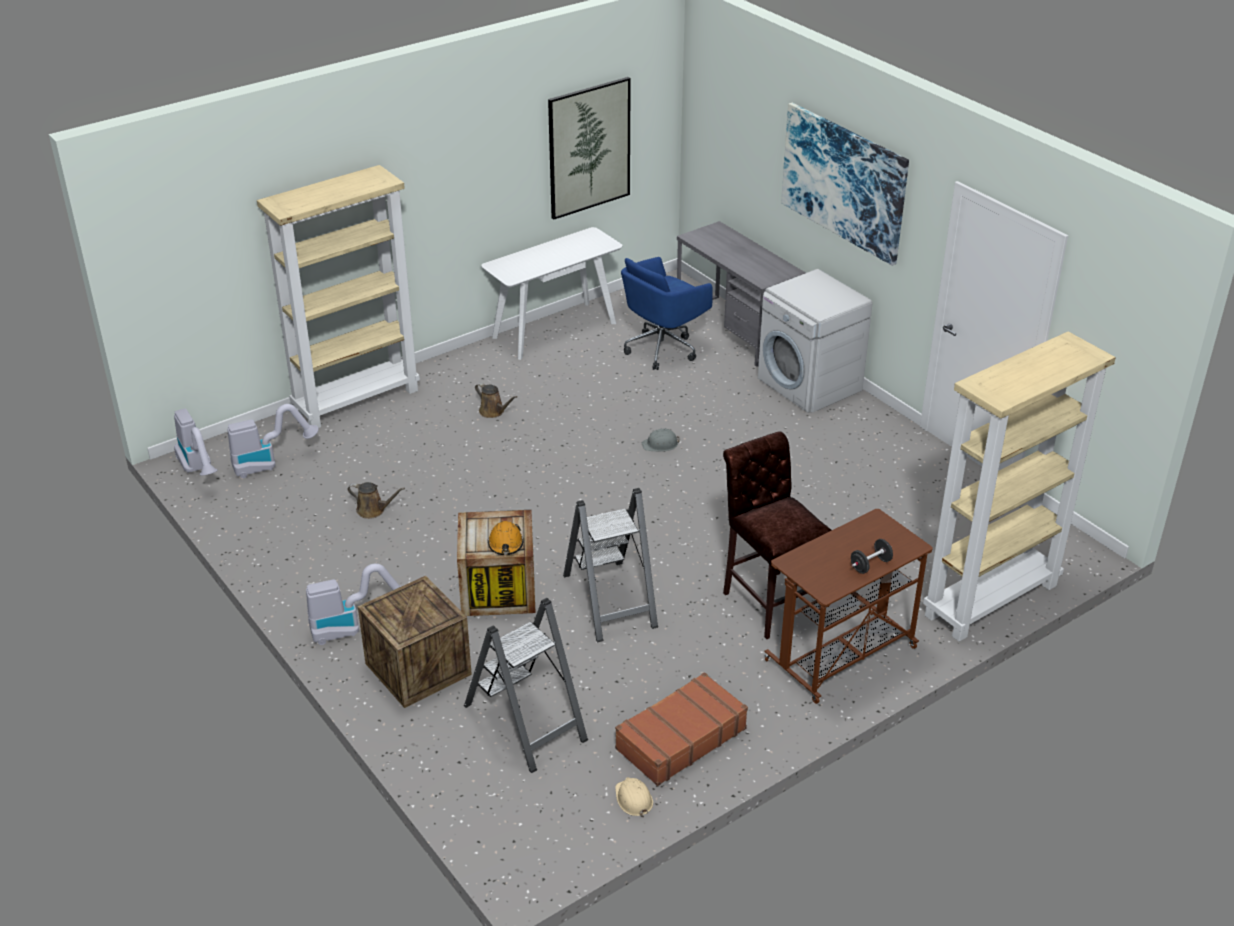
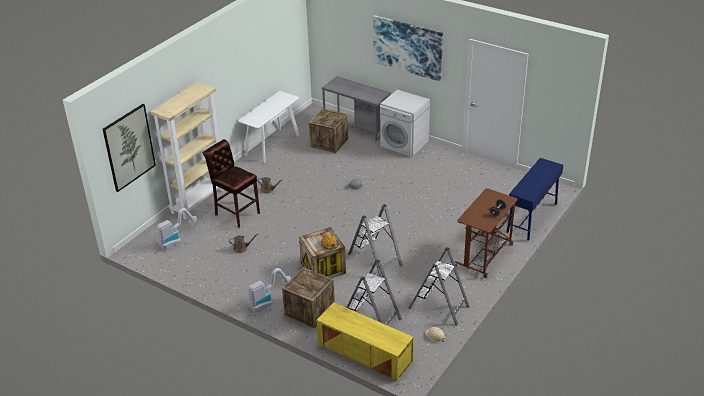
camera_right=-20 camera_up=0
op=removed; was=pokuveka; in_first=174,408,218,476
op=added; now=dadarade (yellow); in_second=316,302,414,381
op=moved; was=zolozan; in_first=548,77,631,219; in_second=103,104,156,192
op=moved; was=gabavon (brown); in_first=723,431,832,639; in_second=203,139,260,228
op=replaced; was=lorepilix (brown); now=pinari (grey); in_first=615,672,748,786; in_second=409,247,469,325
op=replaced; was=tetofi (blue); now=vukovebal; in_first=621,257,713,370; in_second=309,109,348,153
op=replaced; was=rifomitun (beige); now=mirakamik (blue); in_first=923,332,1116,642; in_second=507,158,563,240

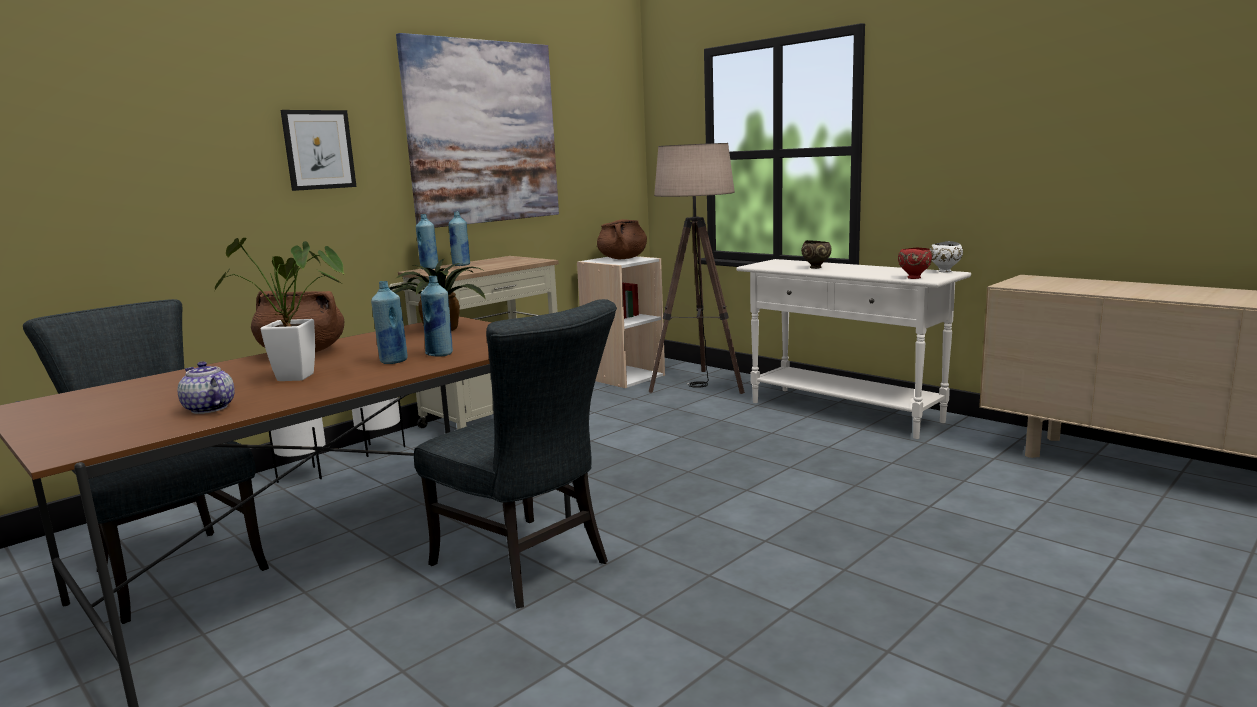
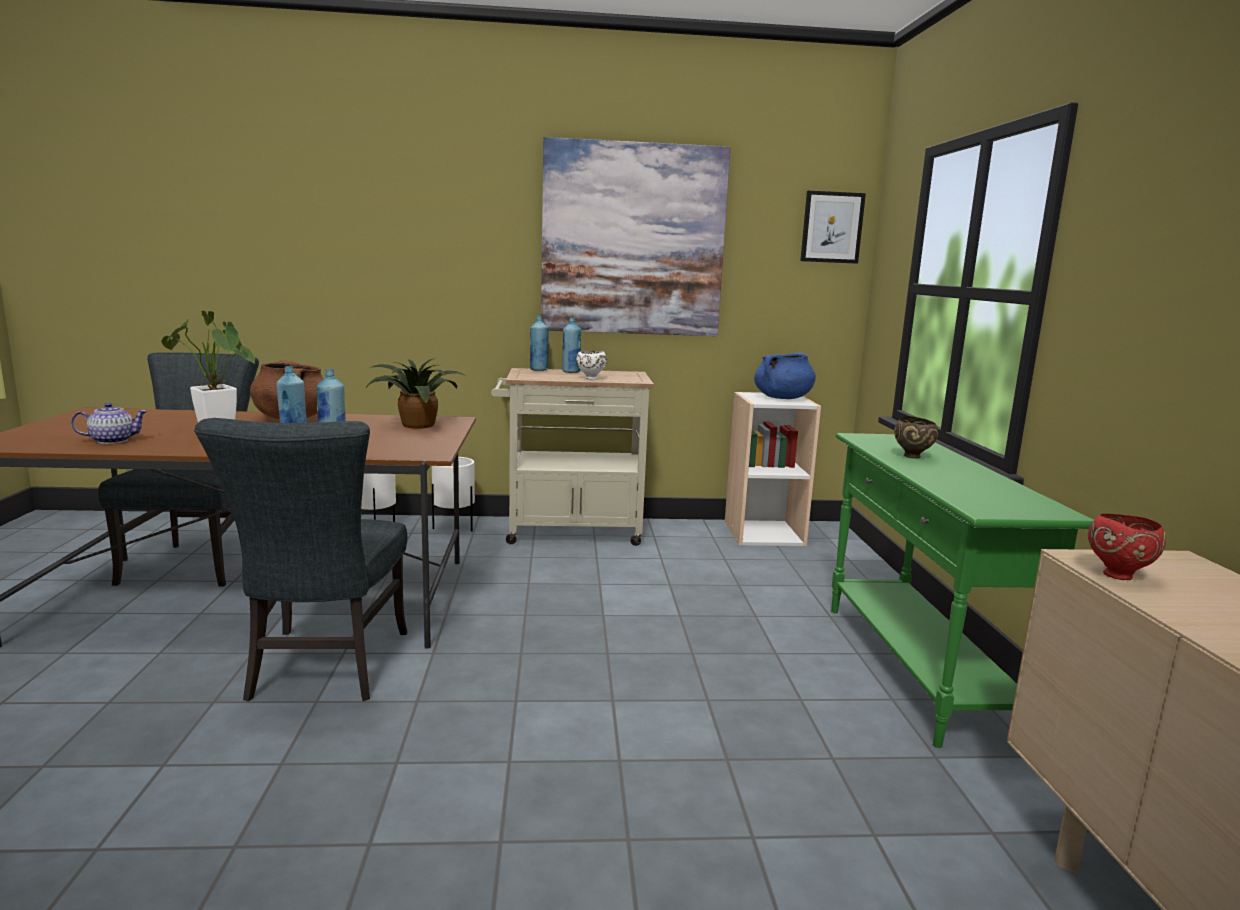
camera_right=40 camera_up=0
op=removed; was=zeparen; in_first=649,143,745,394
op=moved; was=zolozan; in_first=280,110,357,191; in_second=800,191,866,264
op=moved; was=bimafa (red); in_first=898,248,932,279; in_second=1088,514,1166,580
op=moved; was=bimafa (white); in_first=930,241,963,272; in_second=576,350,607,380
op=recoloured; was=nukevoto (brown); now=nukevoto (blue); in_first=597,219,647,259; in_second=754,353,816,399
op=recoloured; was=mirakamik (white); now=mirakamik (green); in_first=736,259,971,439; in_second=831,433,1093,748
op=turned; was=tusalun; in_first=177,361,235,414; in_second=71,403,148,444; clockwise=75

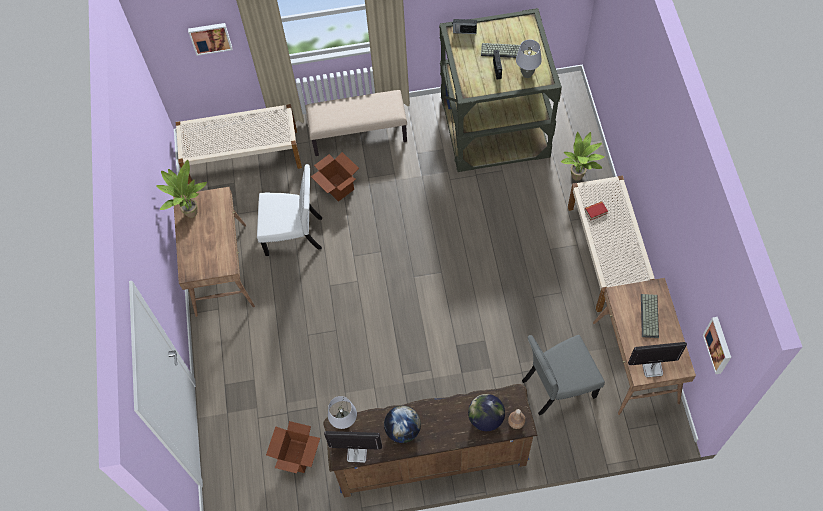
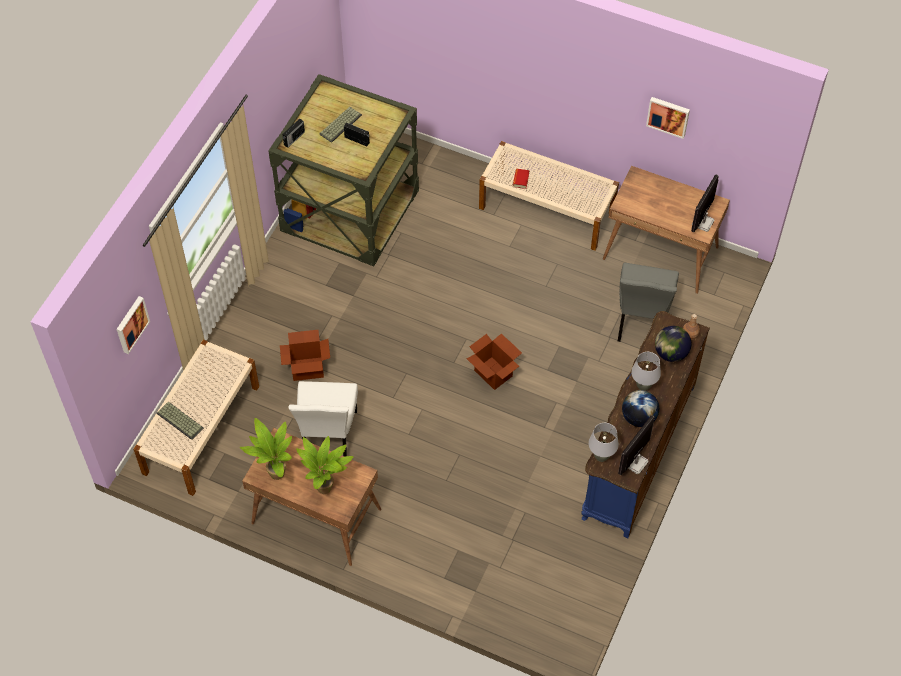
camera_right=-60 camera_up=-5
op=removed; was=dadarade (beige); in_first=305,90,407,156
op=moved; was=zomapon; in_first=266,421,320,473; in_second=467,334,522,390
op=moved; was=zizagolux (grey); in_first=516,39,542,78; in_second=631,352,661,391
op=moved; was=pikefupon; in_first=561,132,605,181; in_second=296,436,354,494
op=moved; was=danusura; in_first=641,294,659,338; in_second=157,402,204,440
op=moved; was=zolozan; in_first=703,317,731,374; in_second=646,97,690,139
op=turned; was=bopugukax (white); in_first=257,164,322,256; in_second=288,381,358,457; clockwise=150

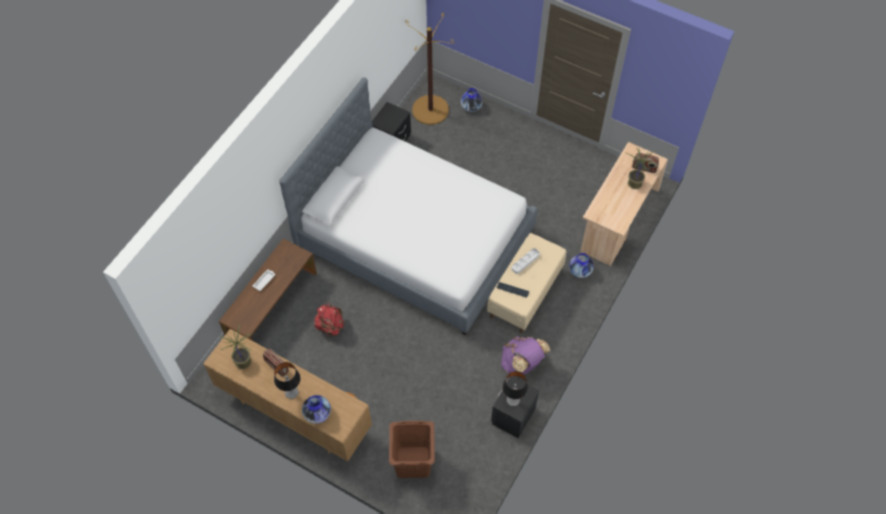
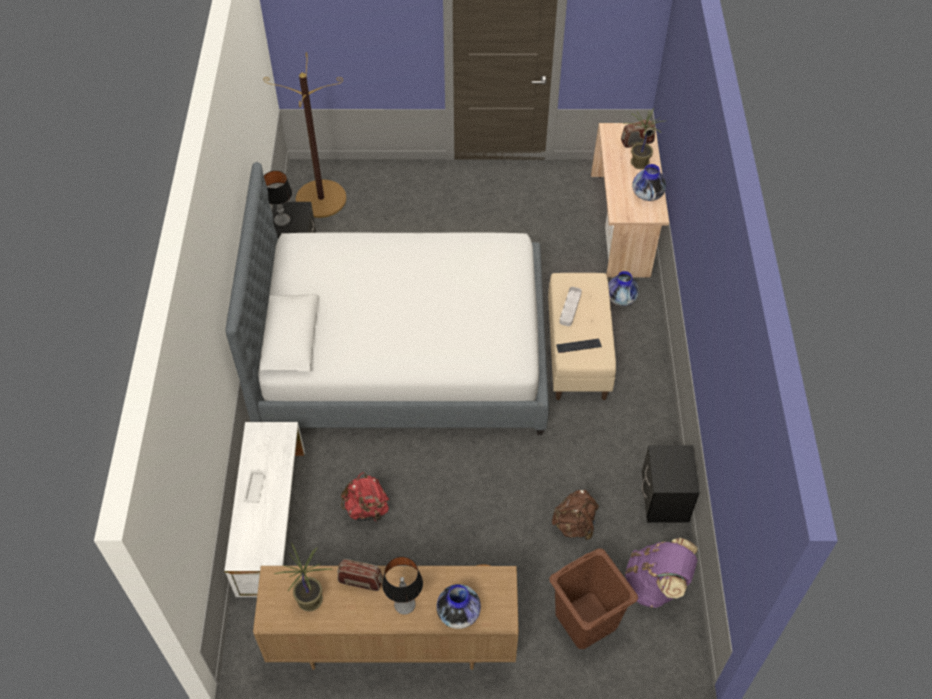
camera_right=-30 camera_up=-5
op=added; now=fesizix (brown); in_second=552,490,599,540
op=moved; was=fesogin; in_first=461,88,483,112; in_second=632,164,666,201
op=moved; was=fesizix (purple); in_first=501,336,551,374; in_second=625,537,698,608
op=moved; was=zizagolux; in_first=502,371,528,407; in_second=264,171,292,226
op=recoloured; was=dadarade (brown); now=dadarade (white); in_first=219,238,317,341; in_second=224,422,305,597

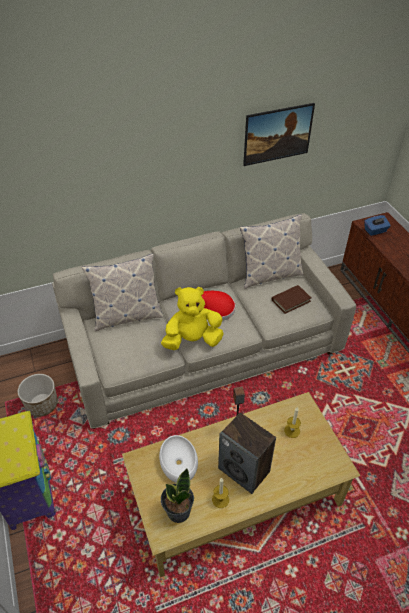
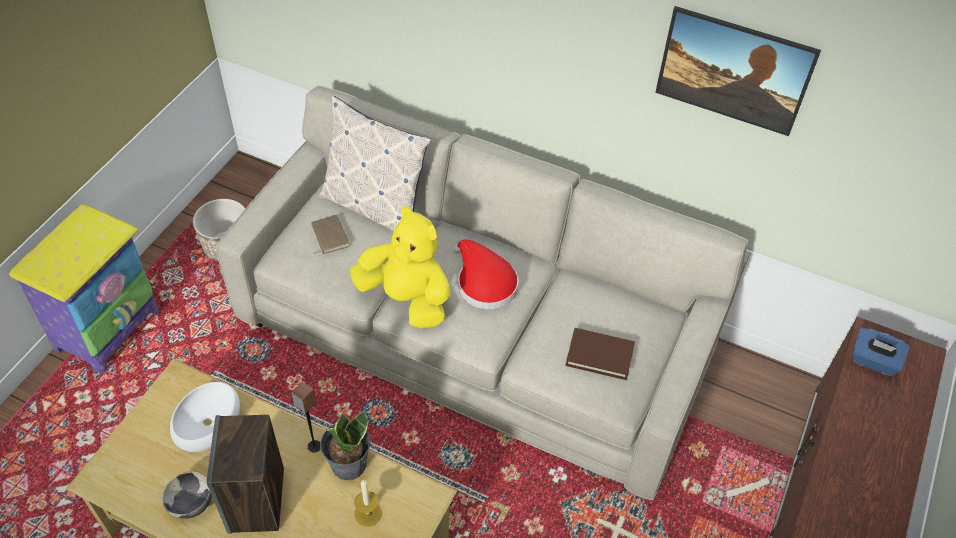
camera_right=45 camera_up=5
op=removed; was=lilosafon; in_first=240,215,304,289
op=added; now=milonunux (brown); in_second=311,215,350,254
op=moved; was=pikefupon; in_first=161,469,194,523; in_second=320,411,370,480
op=replaced; was=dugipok; now=bimafa; in_first=212,478,229,508; in_second=162,472,212,519

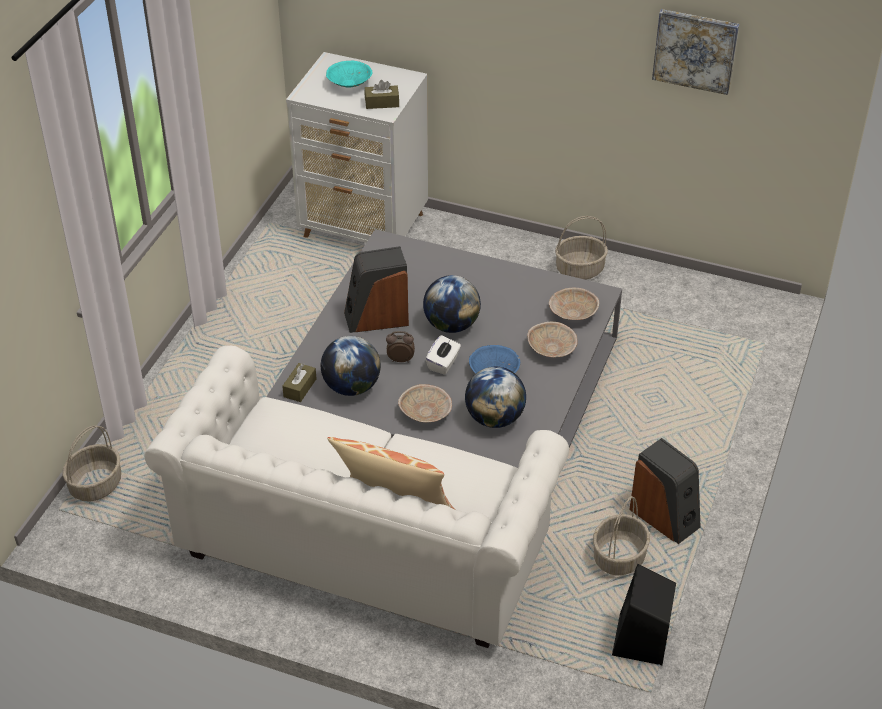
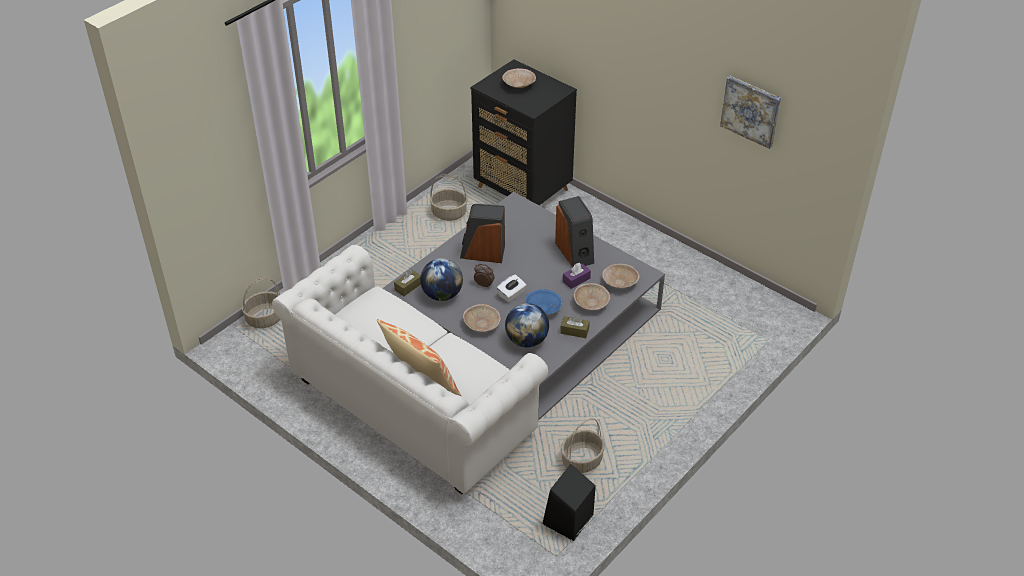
camera_right=20 camera_up=0
op=removed; was=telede; in_first=423,275,481,333
op=added; now=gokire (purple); in_second=563,263,591,289
op=moved; was=gokire (brown); in_first=365,80,399,109; in_second=560,316,590,338
op=moved; was=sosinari; in_first=555,216,608,280; in_second=430,174,468,221
op=moved; was=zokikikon; in_first=629,438,701,544; in_second=555,196,594,267
op=recoloured; was=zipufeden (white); now=zipufeden (black); in_first=286,52,428,243; in_second=471,59,577,205
op=recoloured; was=bimafa (turquoise); now=bimafa (beige); in_first=326,61,373,88; in_second=502,68,536,88

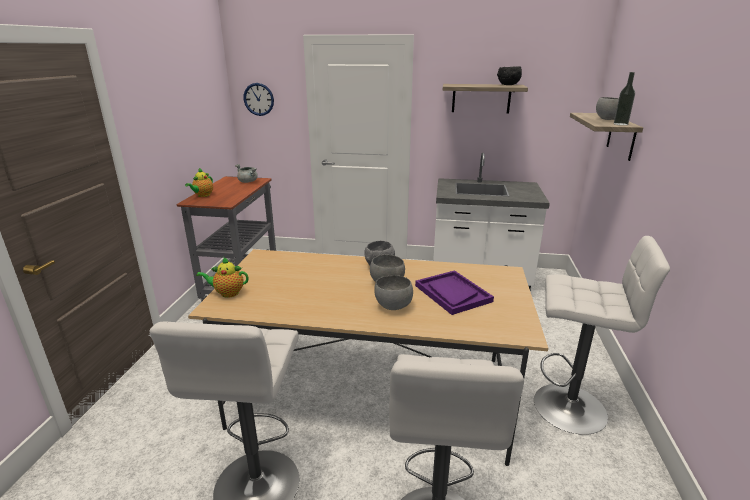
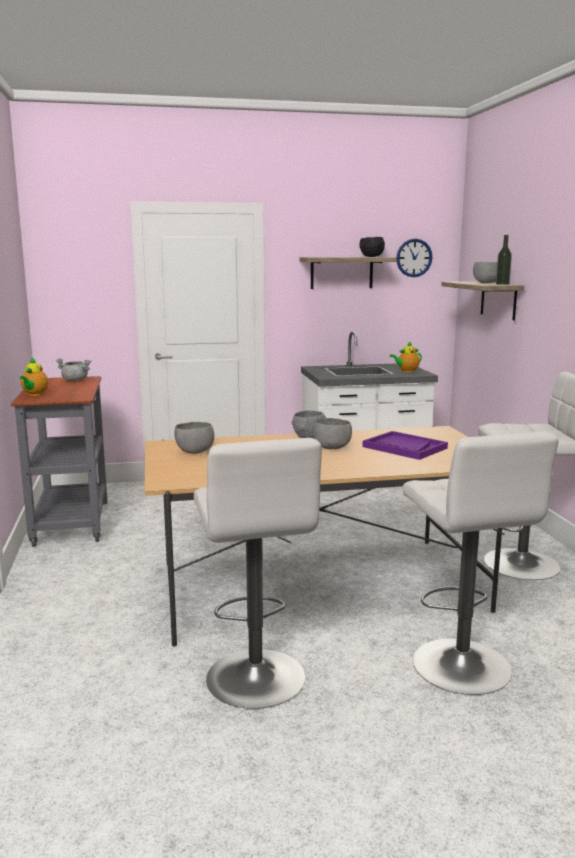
camera_right=-20 camera_up=-10
op=moved; was=tusalun; in_first=196,257,248,298; in_second=390,342,422,372
op=moved; was=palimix; in_first=244,83,274,116; in_second=396,239,432,277
op=moved; was=bimafa (grey); in_first=374,275,413,310; in_second=174,422,214,454

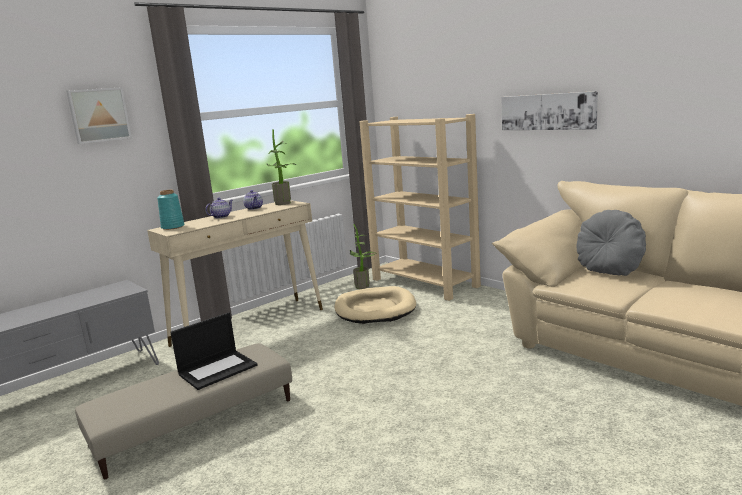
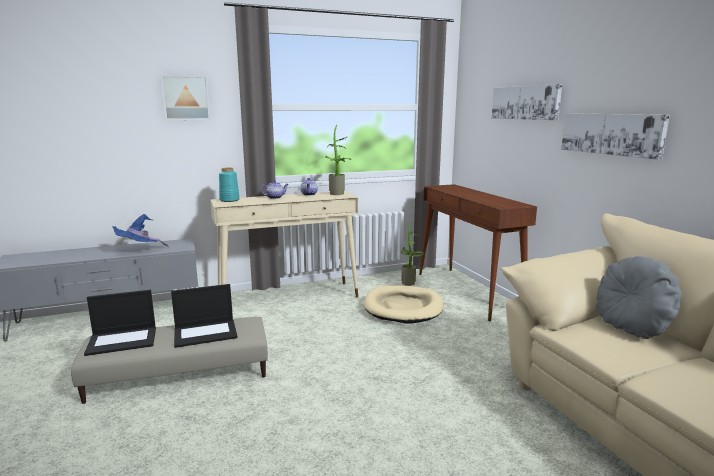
camera_right=20 camera_up=0
op=added; now=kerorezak; in_second=84,290,156,356
op=added; now=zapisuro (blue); in_second=112,214,169,247
op=added; now=zolozan; in_second=492,84,562,120
op=replaced; was=rifomitun (beige); now=mirakamik (brown); in_first=360,114,481,301; in_second=419,184,537,321

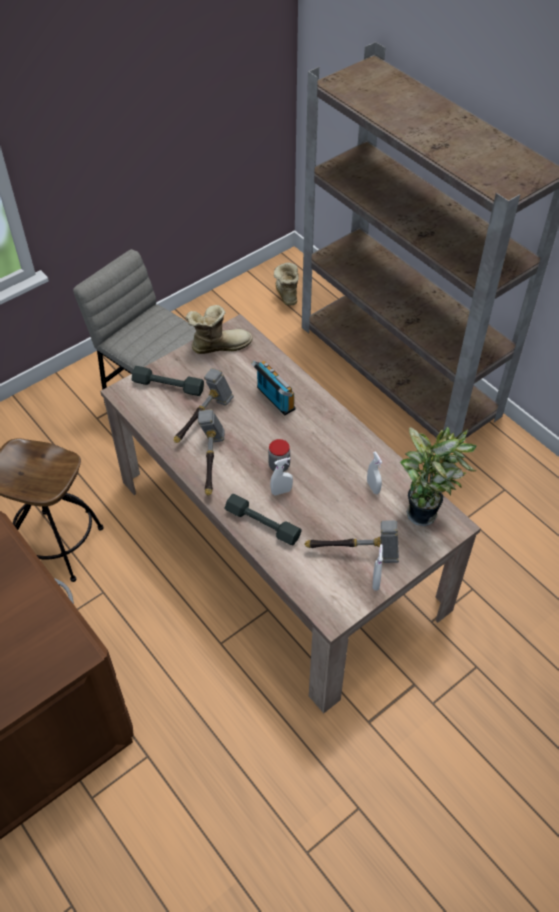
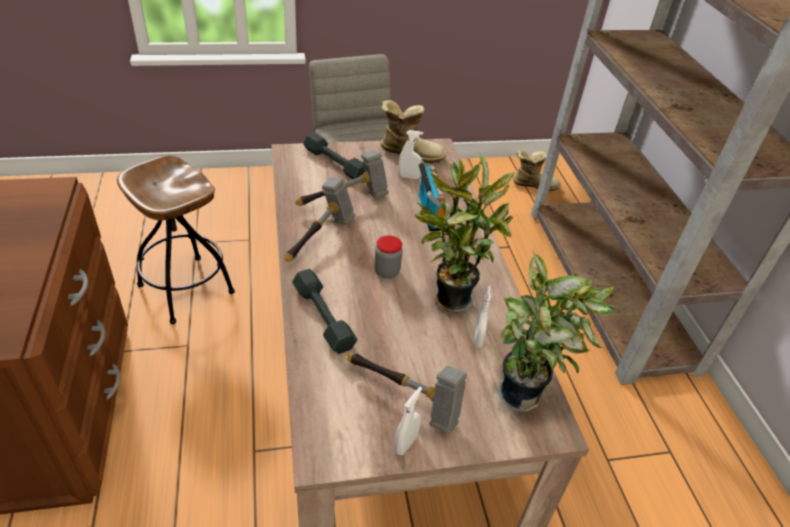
camera_right=25 camera_up=-10
op=added; now=pikefupon; in_second=415,153,515,313
op=moved; was=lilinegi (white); in_first=270,457,293,496; in_second=399,130,423,179
op=turned; was=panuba; in_first=274,263,299,305; in_second=513,150,561,191; clockwise=75

